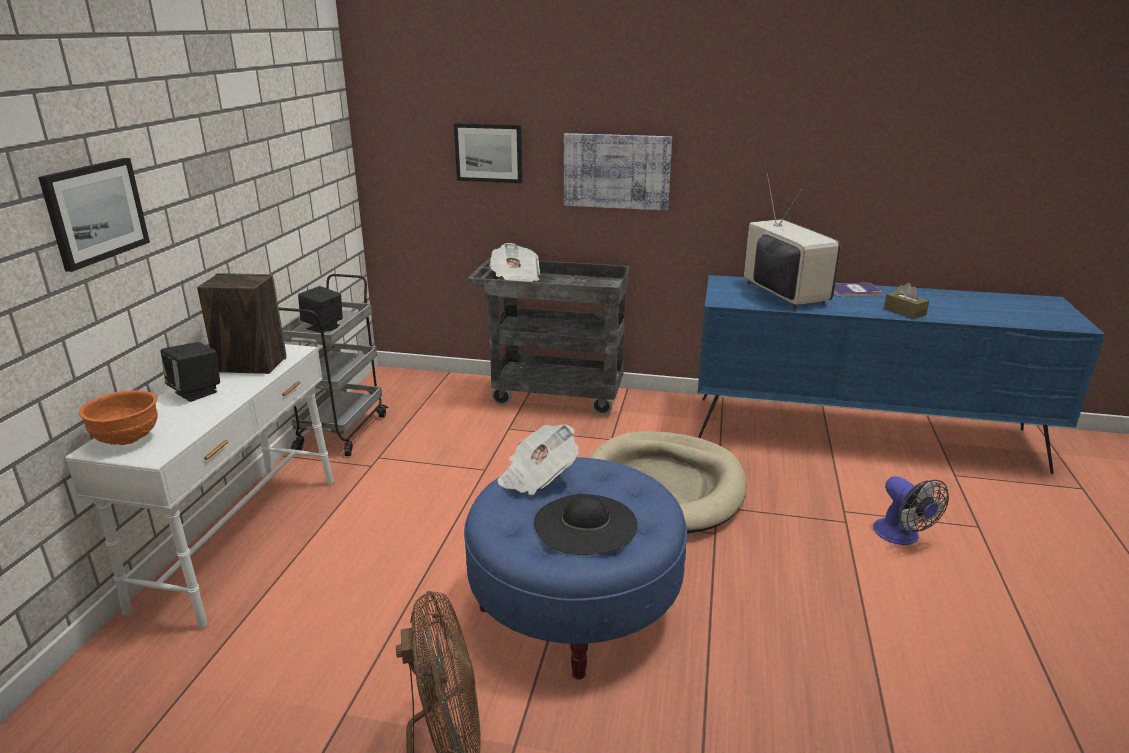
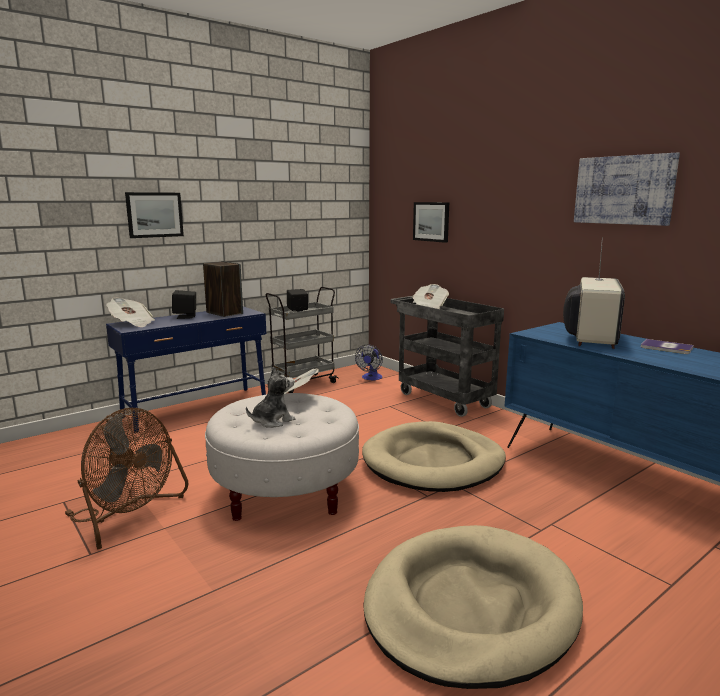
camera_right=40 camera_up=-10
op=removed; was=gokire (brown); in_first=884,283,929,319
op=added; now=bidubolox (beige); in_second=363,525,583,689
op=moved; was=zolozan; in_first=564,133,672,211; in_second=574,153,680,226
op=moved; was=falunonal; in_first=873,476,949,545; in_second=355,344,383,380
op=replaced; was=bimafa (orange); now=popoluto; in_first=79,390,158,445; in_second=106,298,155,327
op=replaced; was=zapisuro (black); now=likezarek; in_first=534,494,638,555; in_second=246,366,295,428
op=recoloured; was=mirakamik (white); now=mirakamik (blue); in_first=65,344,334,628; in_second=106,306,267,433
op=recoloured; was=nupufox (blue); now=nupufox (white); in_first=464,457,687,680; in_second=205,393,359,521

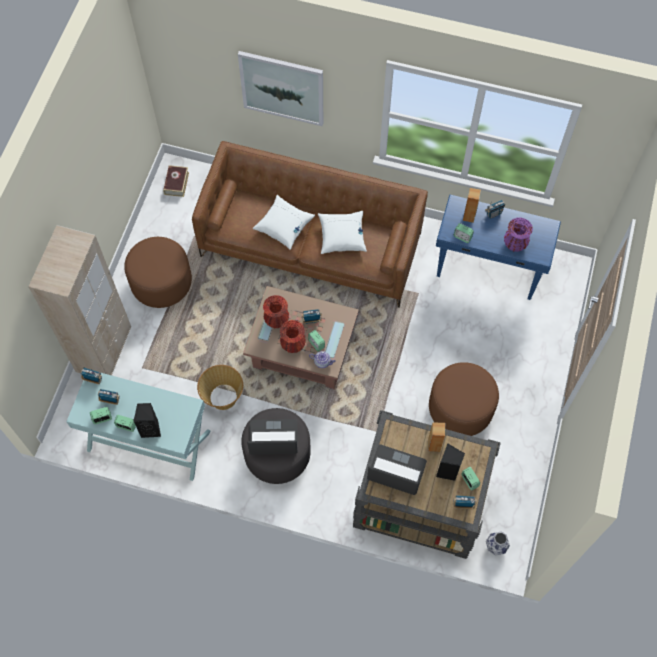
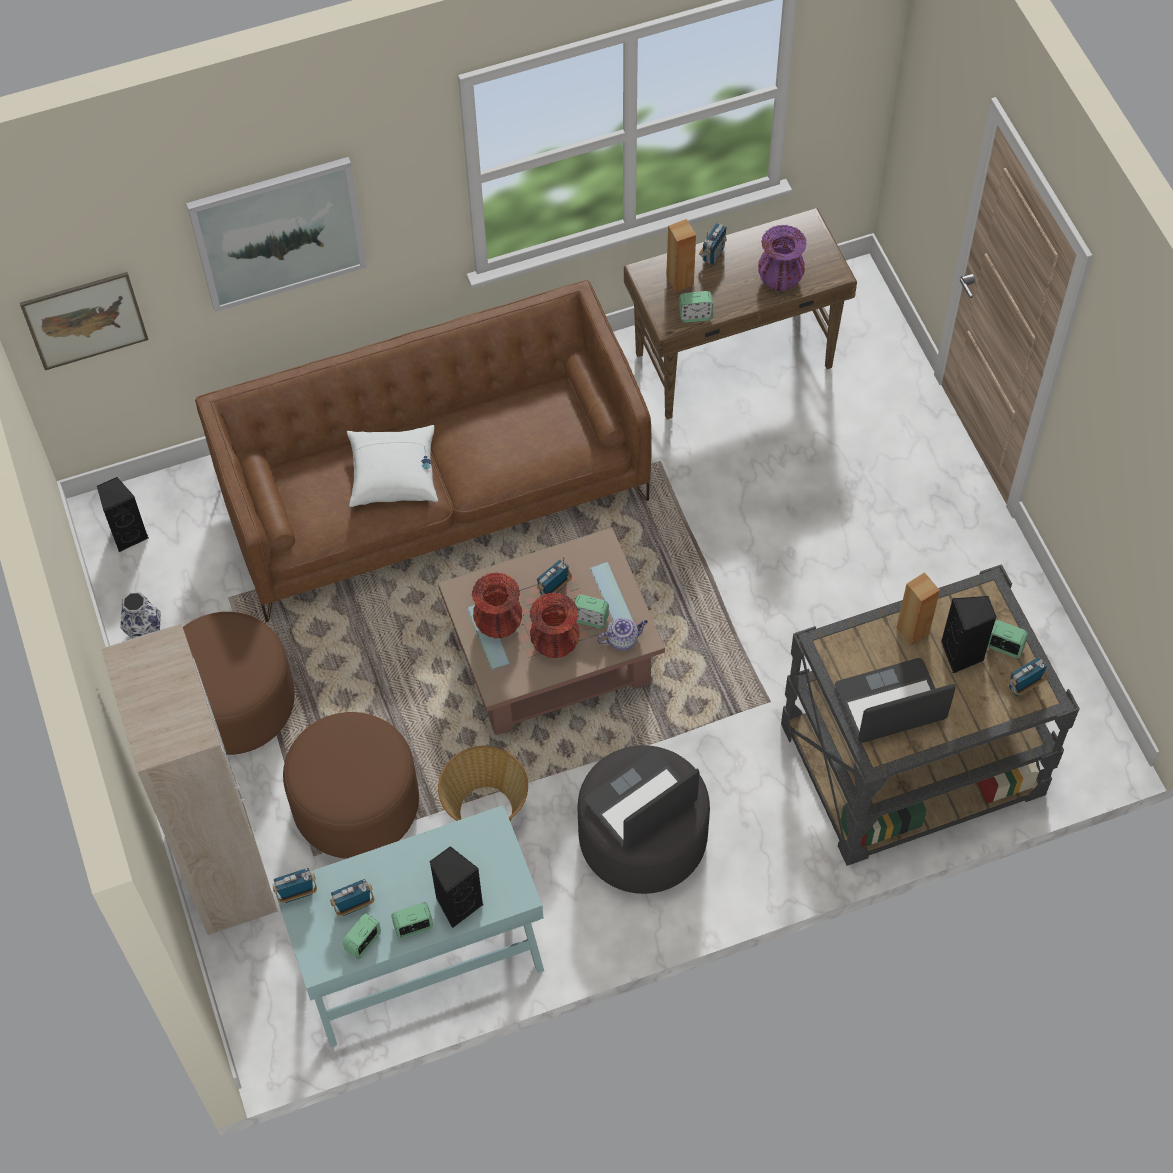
camera_right=-35 camera_up=-5
op=removed; was=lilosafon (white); in_first=318,211,367,254
op=added; now=zolozan; in_second=20,272,148,370
op=moved; was=nupufox (brown); in_first=429,362,499,436; in_second=283,712,419,859
op=moved; was=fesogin; in_first=486,531,510,556; in_second=120,592,161,639
op=replaced; was=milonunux; now=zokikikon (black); in_first=163,165,189,197; in_second=97,477,149,552
op=recoloured; was=mirakamik (blue); now=mirakamik (brown); in_first=436,195,561,300; in_second=624,208,857,419

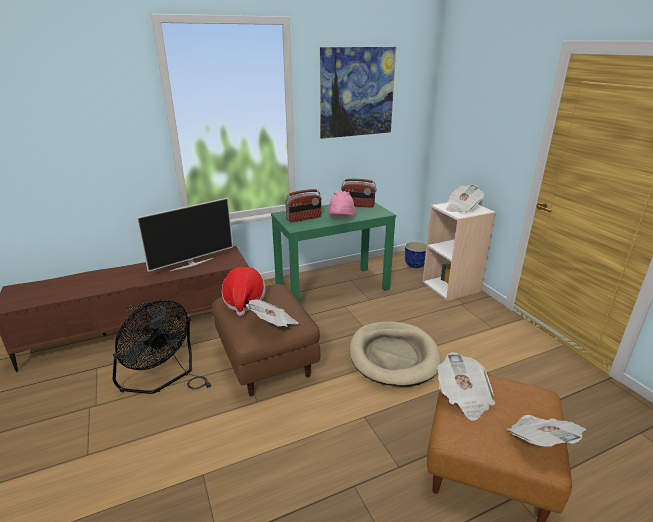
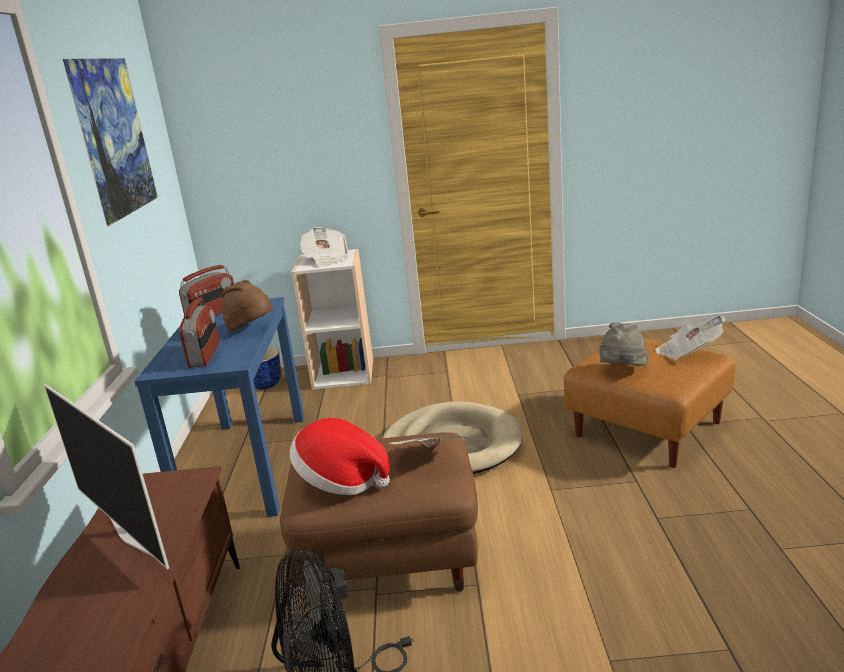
camera_right=-65 camera_up=-5
op=replaced; was=popoluto; now=zapisuro (grey); in_first=437,352,495,421; in_second=599,322,648,366
op=recoloured; was=mirakamik (green); now=mirakamik (blue); in_first=271,203,396,303; in_second=134,297,304,517
op=recoloured; was=zapisuro (pink); now=zapisuro (brown); in_first=328,191,356,217; in_second=222,280,273,331
op=turned; was=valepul; in_first=136,198,233,272; in_second=44,384,169,570; clockwise=150

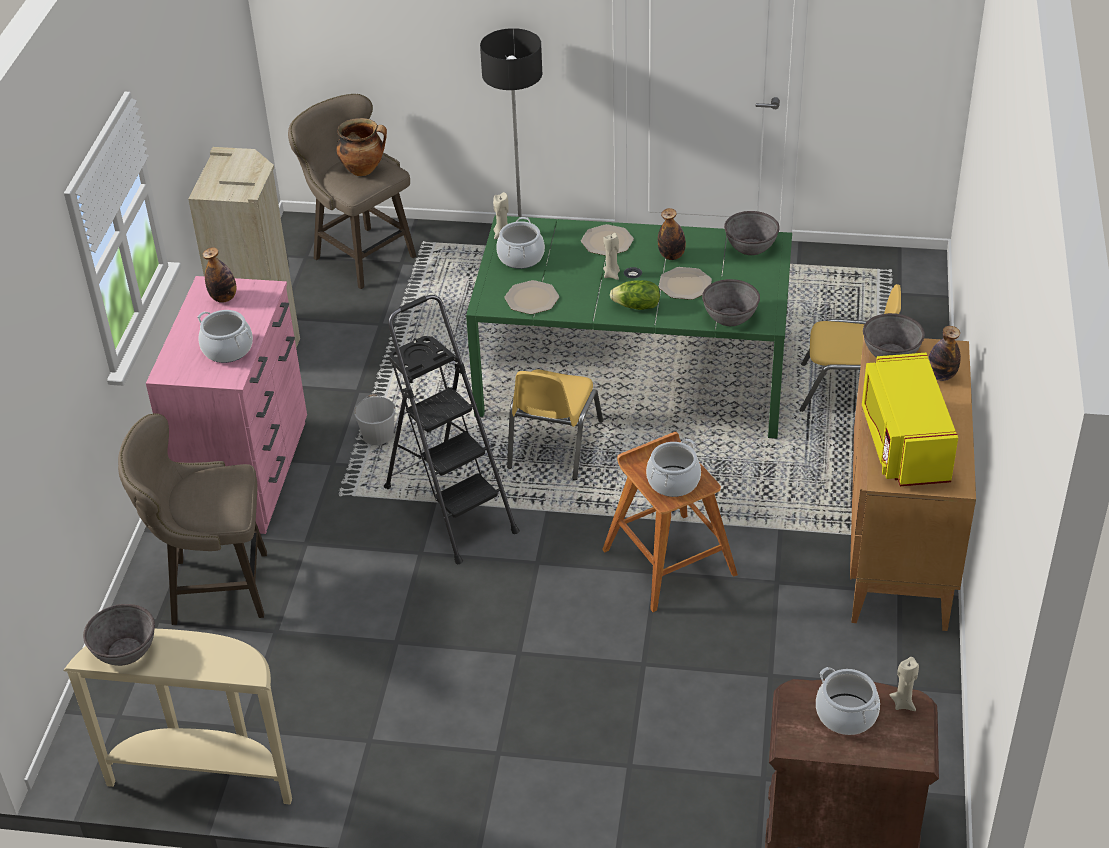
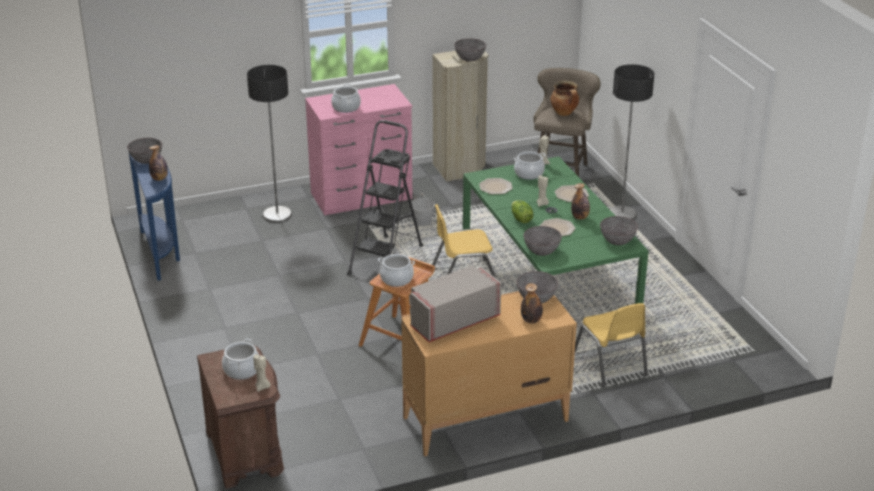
camera_right=60 camera_up=-10
op=added; now=bimafa (grey); in_second=454,38,486,62
op=moved; was=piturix; in_first=202,247,237,303; in_second=149,145,168,181
op=replaced; was=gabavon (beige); now=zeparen; in_first=118,413,267,625; in_second=247,65,292,223
op=recoloured; was=mirakamik (beige); now=mirakamik (blue); in_first=63,629,292,805; in_second=128,151,180,281
op=recoloured; was=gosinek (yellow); now=gosinek (grey); in_first=862,353,958,486; in_second=410,265,501,342

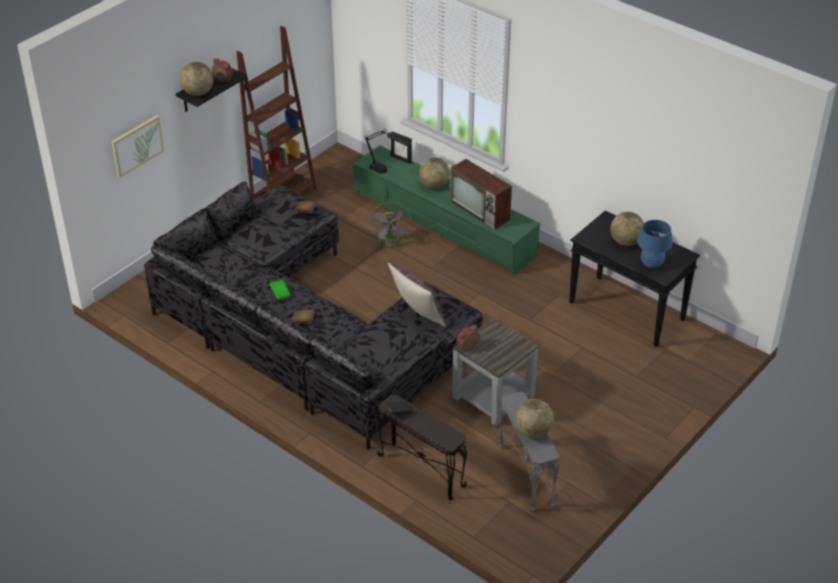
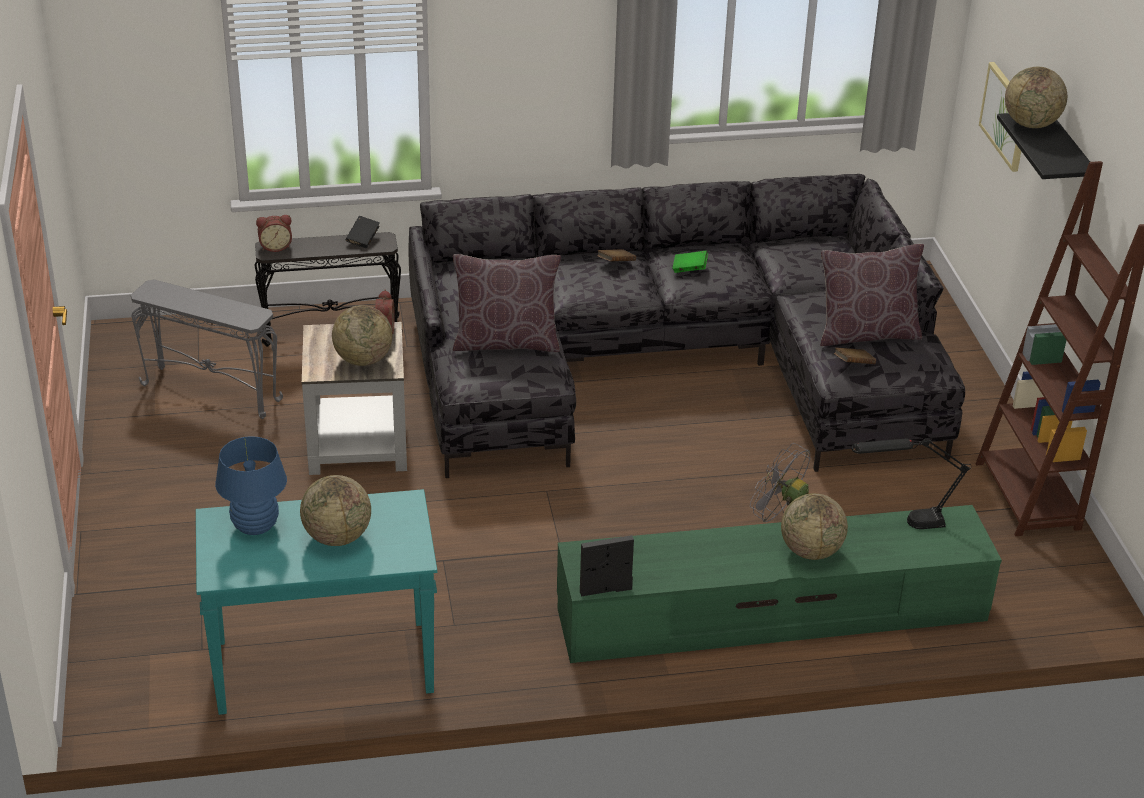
camera_right=130 camera_up=-5
op=removed; was=valepul; in_first=450,159,512,230
op=added; now=lilosafon (brown); in_second=820,244,924,346
op=moved; was=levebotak; in_first=212,58,233,82; in_second=256,215,292,252
op=moved; was=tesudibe; in_first=391,131,412,164; in_second=580,535,634,597
op=moved; was=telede; in_first=515,399,554,438; in_second=332,305,392,366
op=recoloured; was=mirakamik (black); now=mirakamik (turquoise); in_first=570,211,700,347; in_second=196,489,437,715

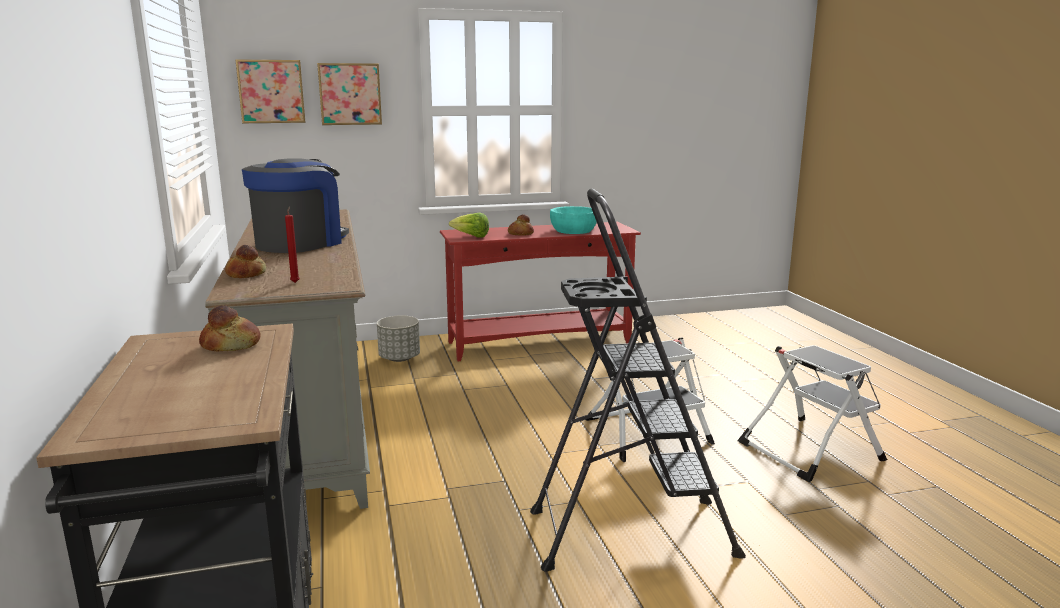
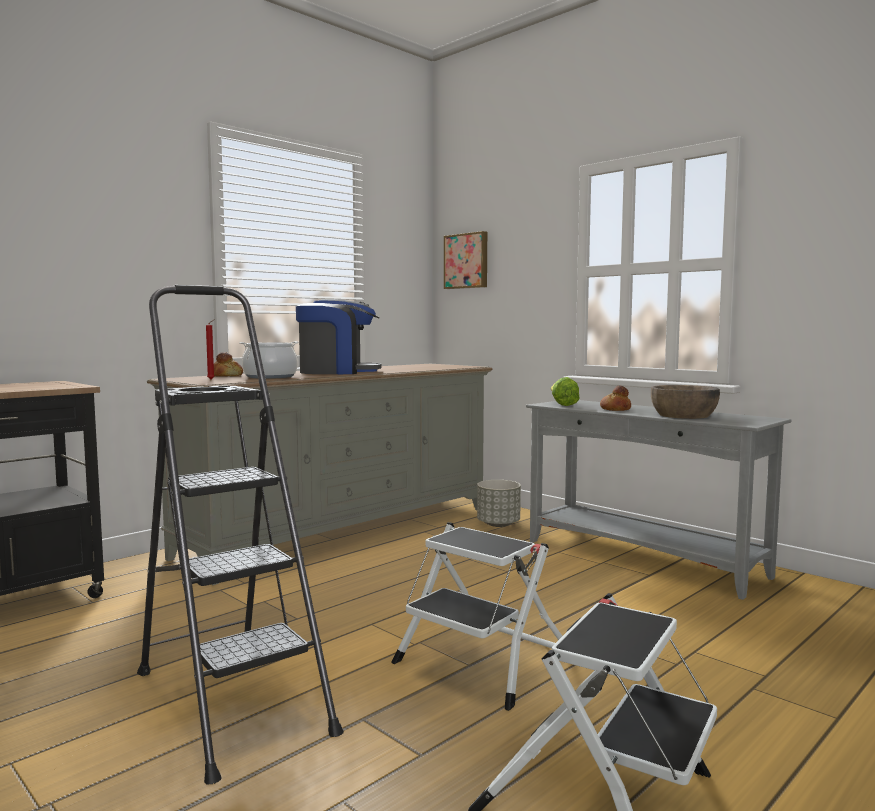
camera_right=60 camera_up=-10
op=removed; was=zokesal; in_first=199,305,260,352
op=removed; was=zolozan; in_first=317,63,382,125
op=added; now=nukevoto; in_second=239,341,299,379
op=recoloured; was=mirakamik (red); now=mirakamik (grey); in_first=440,222,641,361; in_second=526,400,792,600
op=recoloured; was=bimafa (turquoise); now=bimafa (brown); in_first=550,206,597,234; in_second=651,385,720,419

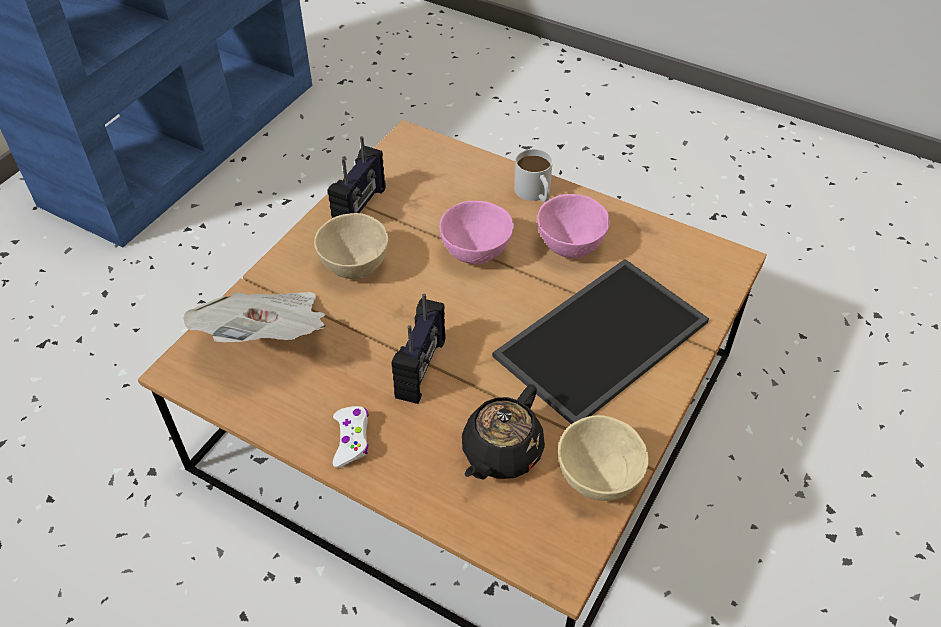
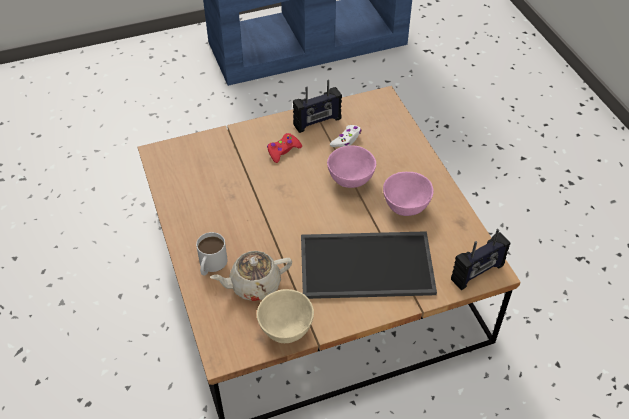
camera_right=40 camera_up=0
op=removed; was=popoluto; in_first=183,292,325,343
op=moved; was=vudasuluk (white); in_first=333,406,369,468; in_second=330,125,361,147
op=moved; was=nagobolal; in_first=391,294,445,404; in_second=451,229,511,290
op=moved; was=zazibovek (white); in_first=514,149,553,202; in_second=196,232,228,276
op=replaced; was=bimafa (beige); now=vudasuluk (red); in_first=314,213,389,279; in_second=267,133,302,163
op=recoloured; was=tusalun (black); now=tusalun (beige); in_first=462,384,545,480; in_second=210,251,292,301

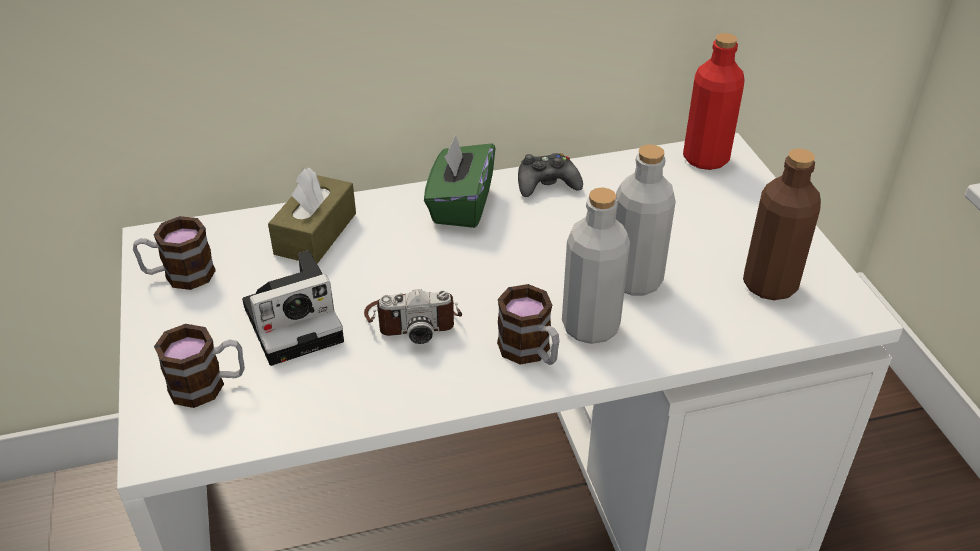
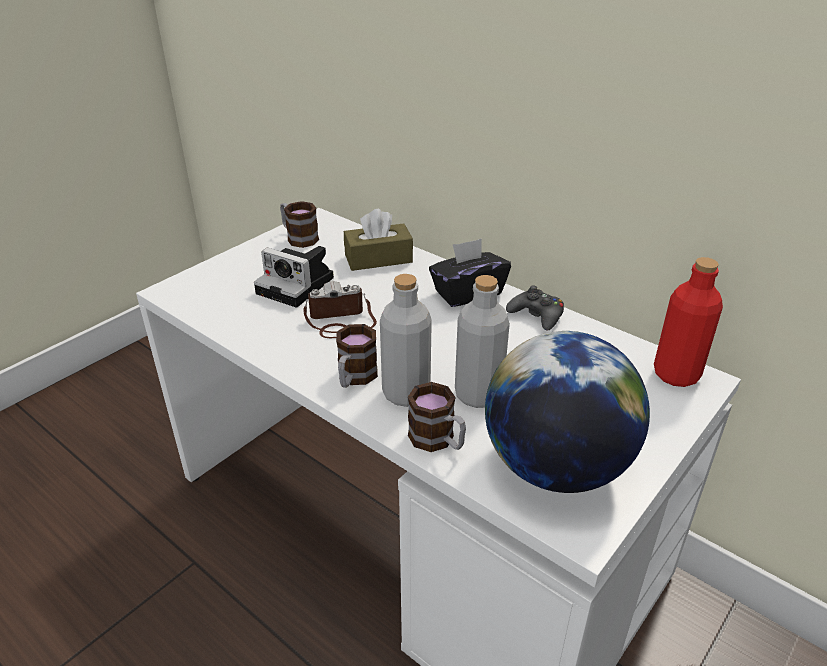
camera_right=55 camera_up=-5
op=moved; was=zazibovek; in_first=154,324,245,408; in_second=408,382,466,452
op=replaced; was=piturix (brown); now=telede; in_first=743,148,821,300; in_second=485,331,650,493
op=recoloured; was=gokire (green); now=gokire (black); in_first=424,135,495,228; in_second=429,239,511,307
op=turned; was=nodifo; in_first=364,289,462,344; in_second=303,281,377,338; clockwise=120

